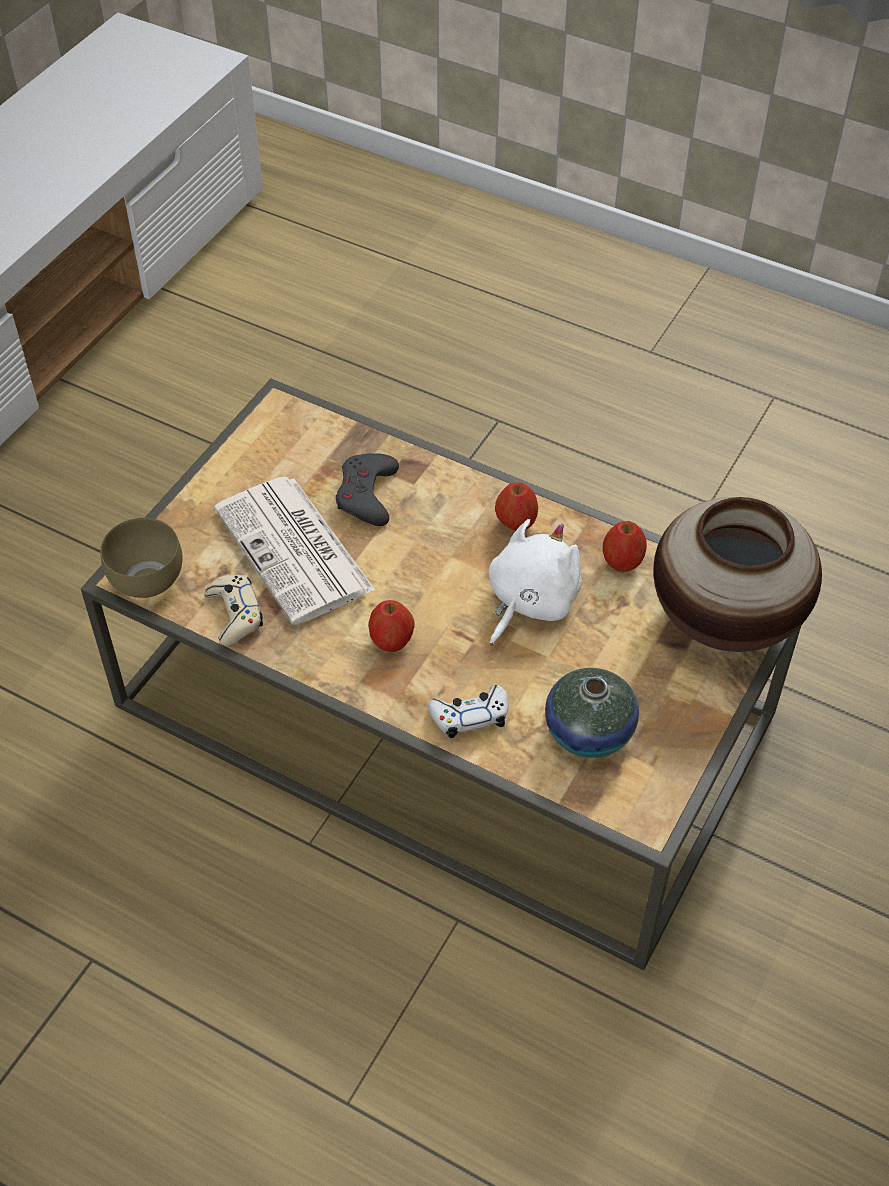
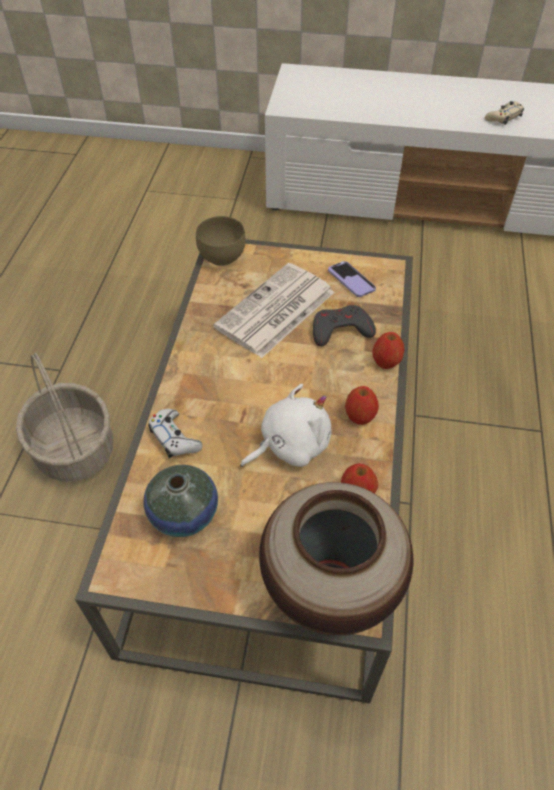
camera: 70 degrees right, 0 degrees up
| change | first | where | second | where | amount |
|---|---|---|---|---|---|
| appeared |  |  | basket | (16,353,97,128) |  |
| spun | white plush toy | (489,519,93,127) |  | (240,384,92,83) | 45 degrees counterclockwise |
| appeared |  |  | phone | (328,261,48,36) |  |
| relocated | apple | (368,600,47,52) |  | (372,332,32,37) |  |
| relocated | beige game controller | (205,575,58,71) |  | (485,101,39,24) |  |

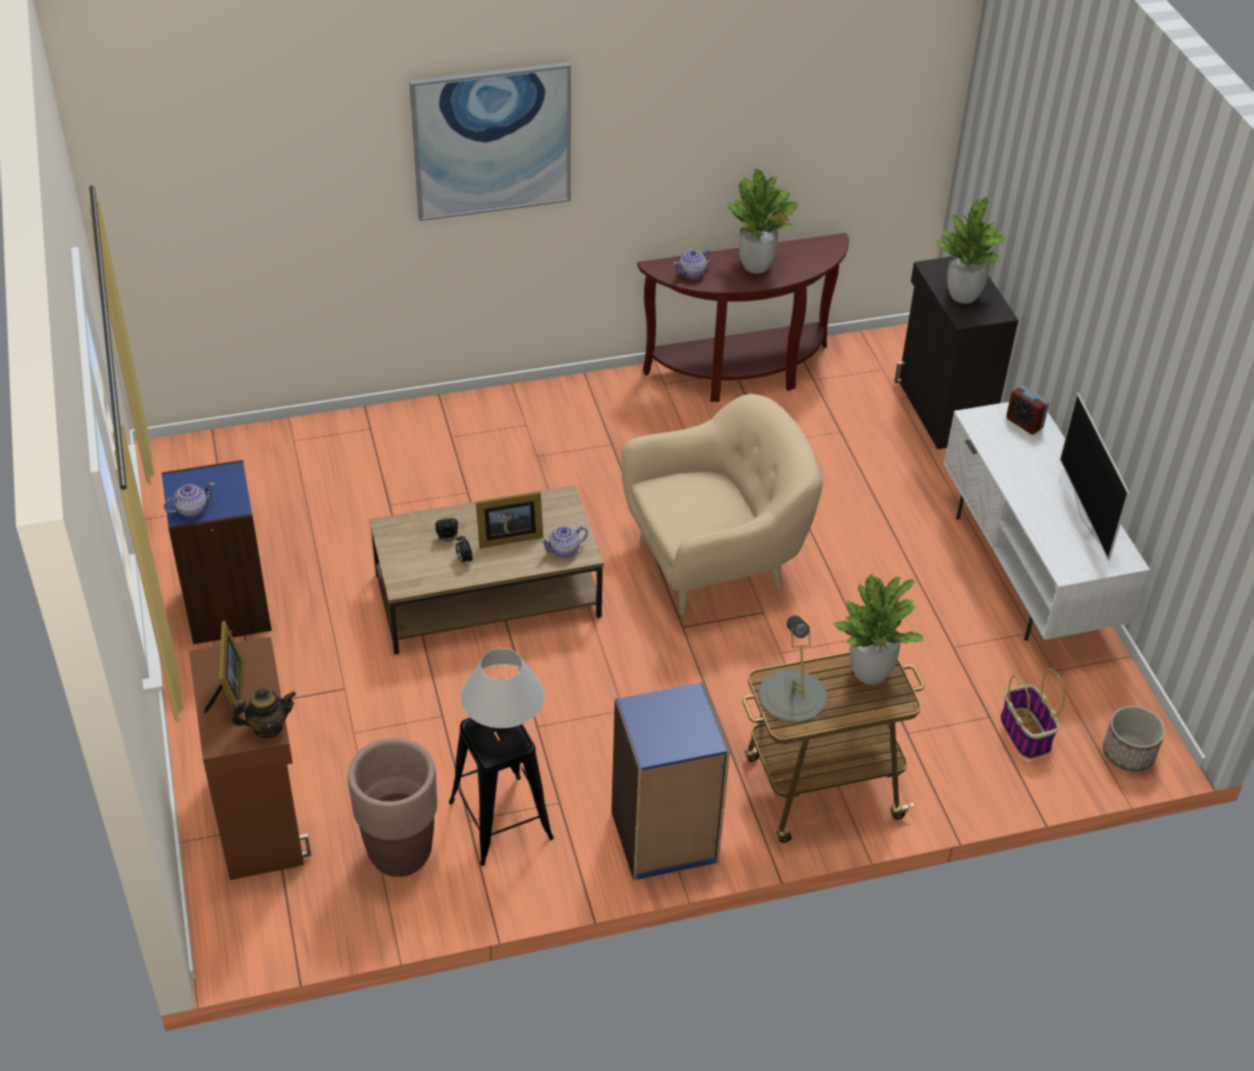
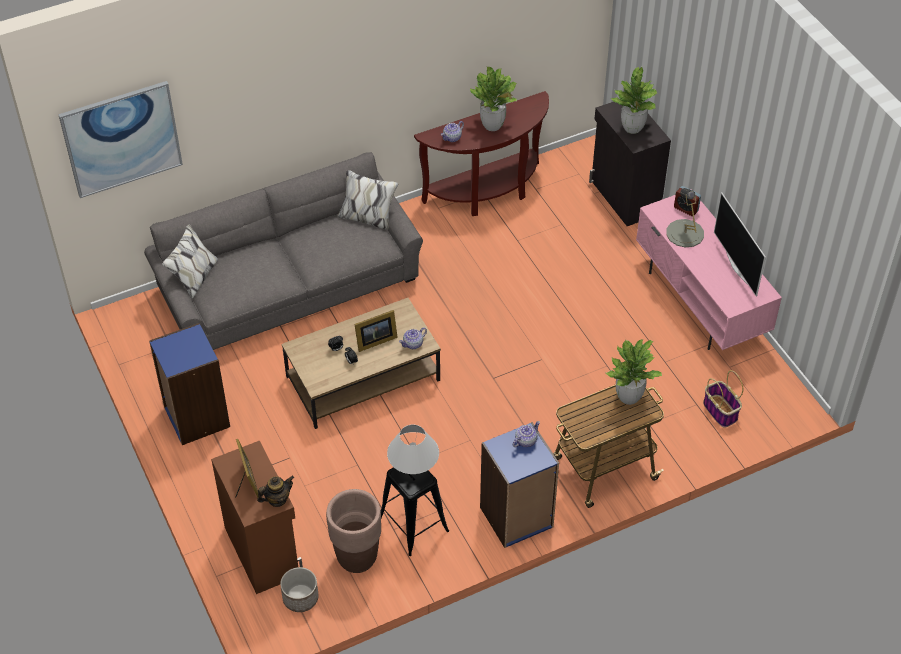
camera: 10 degrees left, 5 degrees up
| change | first | where | second | where | amount |
|---|---|---|---|---|---|
| relocated | picture | (409,62,162,159) |  | (58,81,125,117) |  |
| appeared |  |  | grey sofa | (144,152,279,198) |  |
| relocated | planter | (1103,706,62,66) |  | (280,567,39,45) |  |
| relocated | teapot | (164,482,51,35) |  | (513,421,27,26) |  |
| colour | white tv stand | (944,402,206,239) | pink tv stand | (636,189,146,161) |  |
| relocated | grey table lamp | (758,615,69,108) |  | (666,188,38,59) |  |
| missing | beige armchair | (621,394,202,220) |  |  |  |

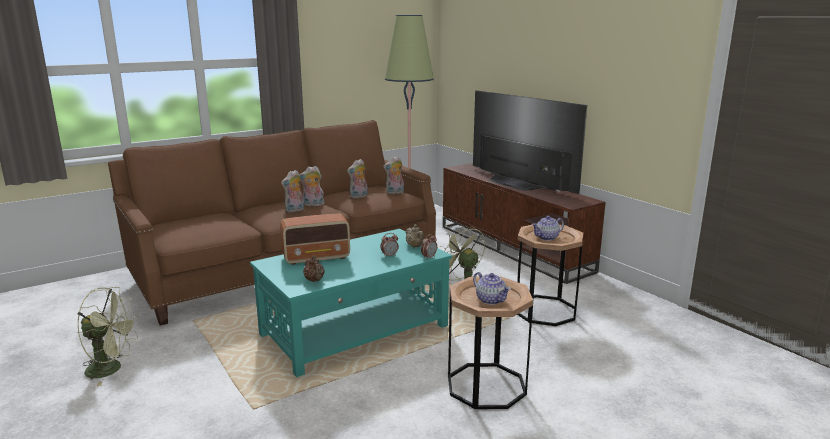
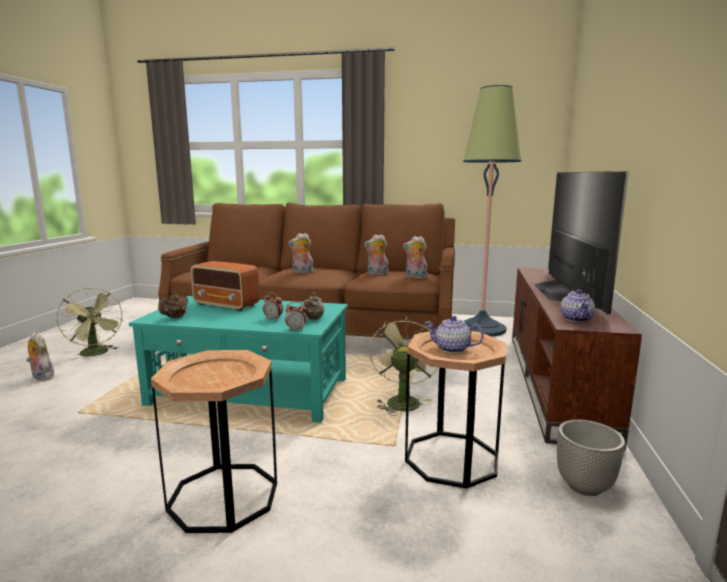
camera: 45 degrees right, 5 degrees down
| change | first | where | second | where | amount |
|---|---|---|---|---|---|
| relocated | plush toy | (299,166,25,40) |  | (26,333,28,48) |  |
| appeared |  |  | planter | (557,420,68,76) |  |
| relocated | teapot | (473,272,38,33) |  | (561,289,34,33) |  |

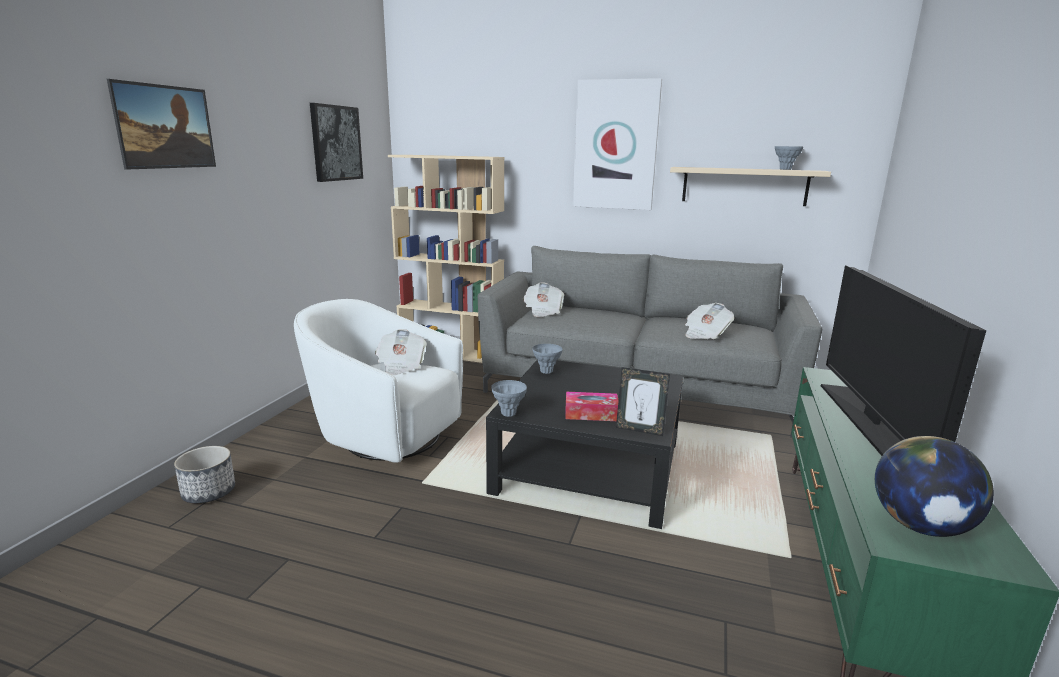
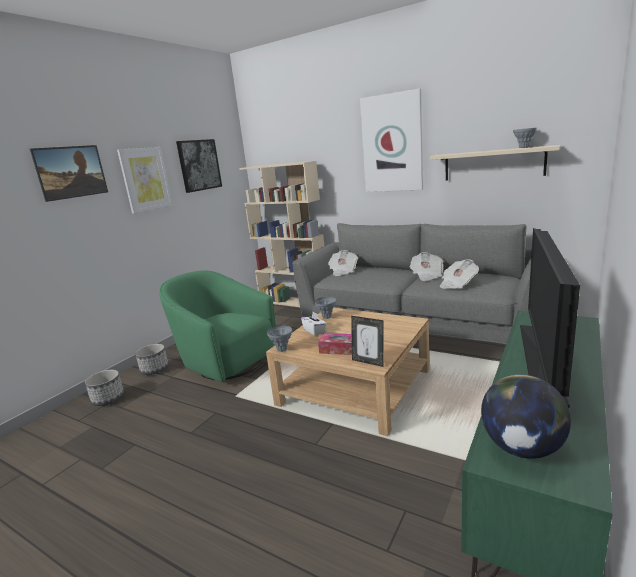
camera: 15 degrees right, 0 degrees up
| change | first | where | second | where | amount |
|---|---|---|---|---|---|
| appeared |  |  | picture | (117,147,56,66) |  |
| appeared |  |  | planter | (135,344,33,31) |  |
| colour | white armchair | (294,299,169,164) | green armchair | (159,270,117,112) |  |
| colour | black coffee table | (486,359,197,170) | beige coffee table | (266,308,164,128) |  |
| appeared |  |  | white tissue box | (301,312,26,23) |  |
| relocated | newspaper | (375,329,52,46) |  | (410,252,33,29) |  |

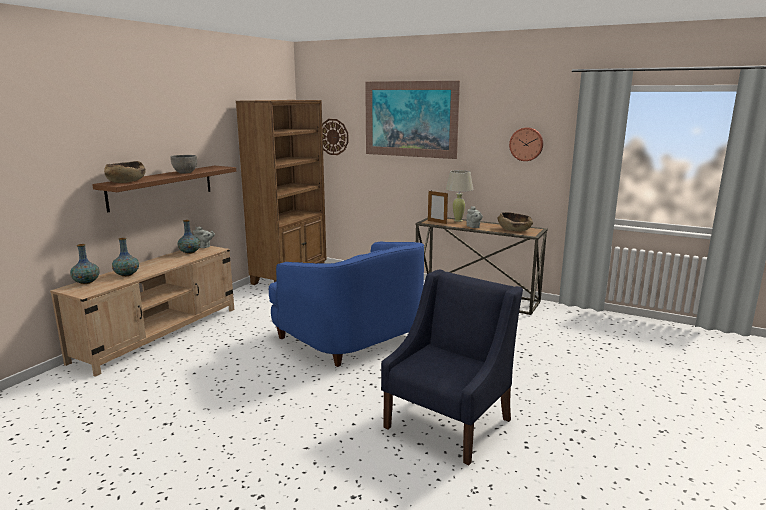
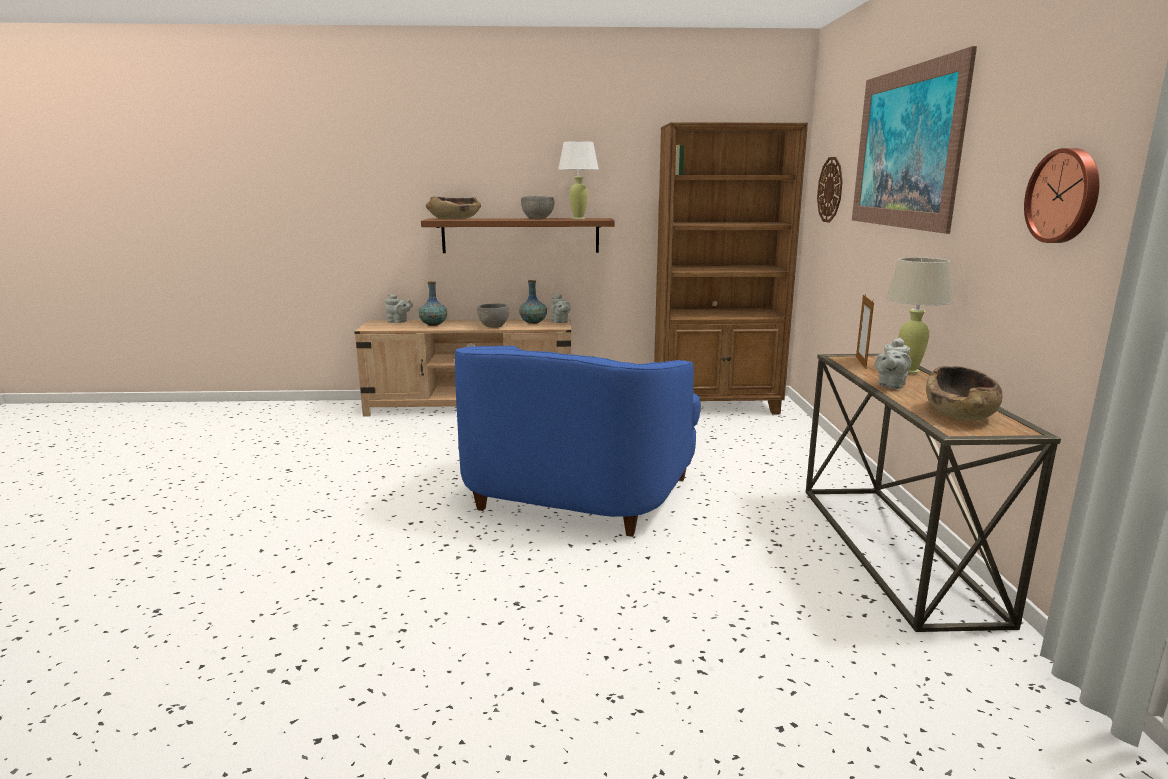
camera: 60 degrees right, 0 degrees up
| change | first | where | second | where | amount |
|---|---|---|---|---|---|
| exchanged | vase | (70,244,30,40) | grey teapot | (385,294,28,29) |  |
| appeared |  |  | grey bowl | (477,303,32,25) |  |
| appeared |  |  | white table lamp | (558,141,41,78) |  |
| missing | blue armchair | (381,270,142,195) |  |  |  |

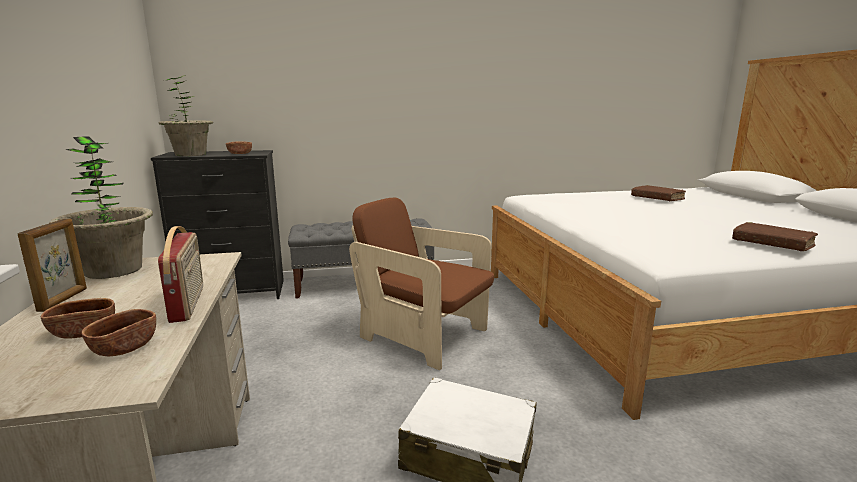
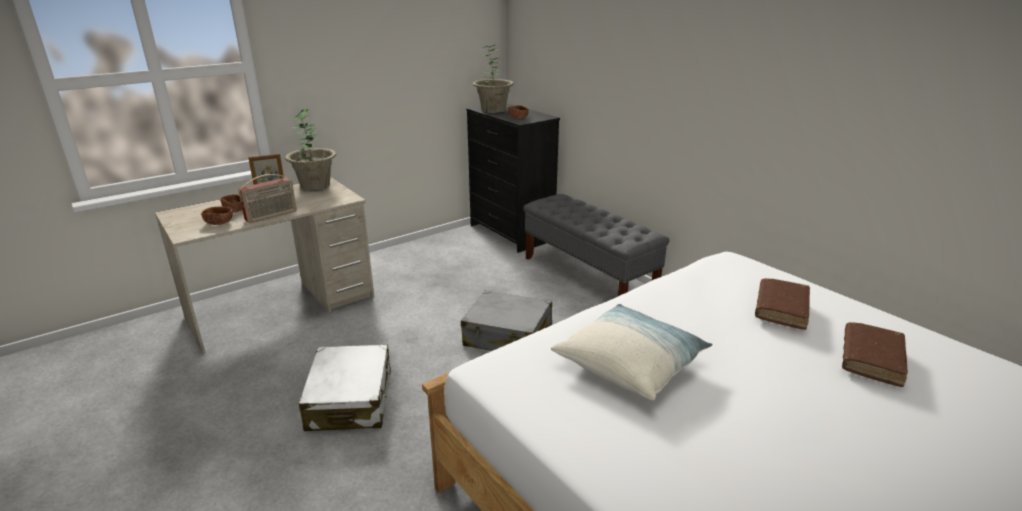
camera: 65 degrees right, 10 degrees up
| change | first | where | second | where | amount |
|---|---|---|---|---|---|
| exchanged | brown armchair | (349,198,145,172) | grey suitcase | (461,291,91,60) |  |
| appeared |  |  | pillow | (551,304,161,96) |  |
| relocated | brown book | (732,222,86,29) |  | (755,279,55,51) |  |

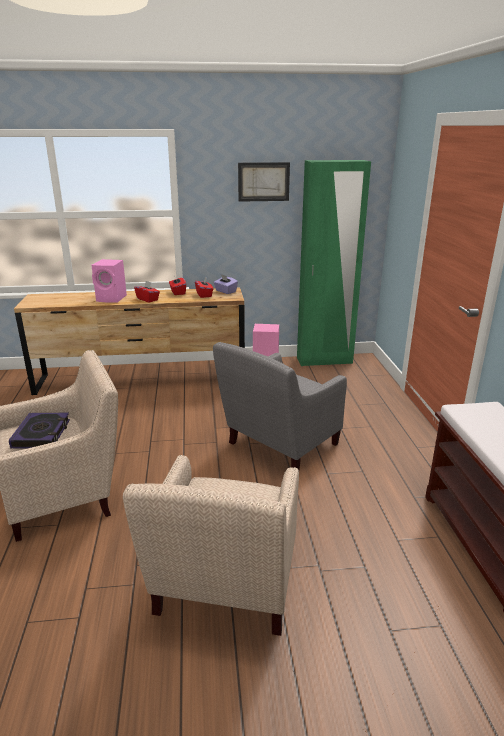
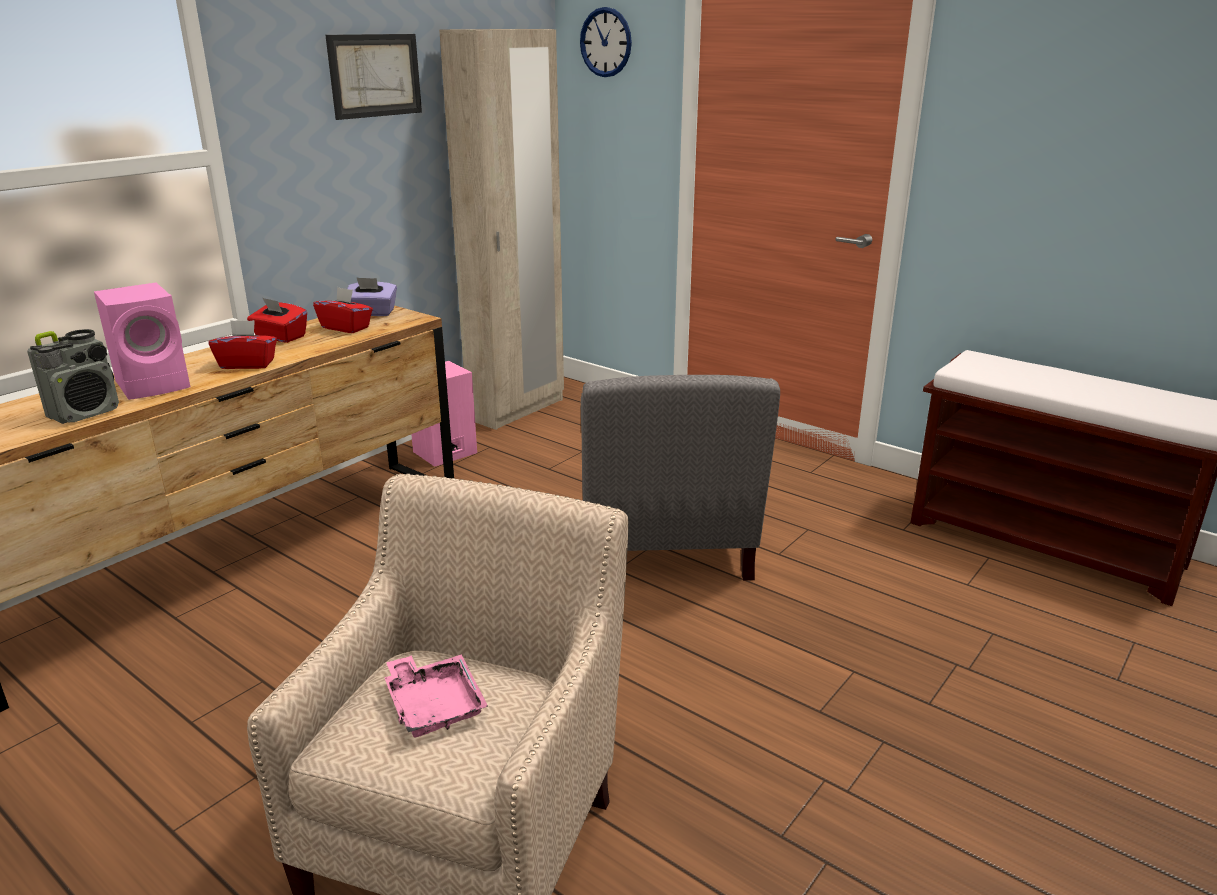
camera: 45 degrees left, 0 degrees up
| change | first | where | second | where | amount |
|---|---|---|---|---|---|
| appeared |  |  | radio | (27,329,92,95) |  |
| exchanged | book | (9,413,61,36) | pink tray | (384,655,104,83) |  |
| colour | green wardrobe | (297,160,74,206) | beige wardrobe | (439,29,125,401) |  |
| appeared |  |  | wall clock | (580,7,52,70) |  |
| missing | beige armchair | (123,455,176,181) |  |  |  |

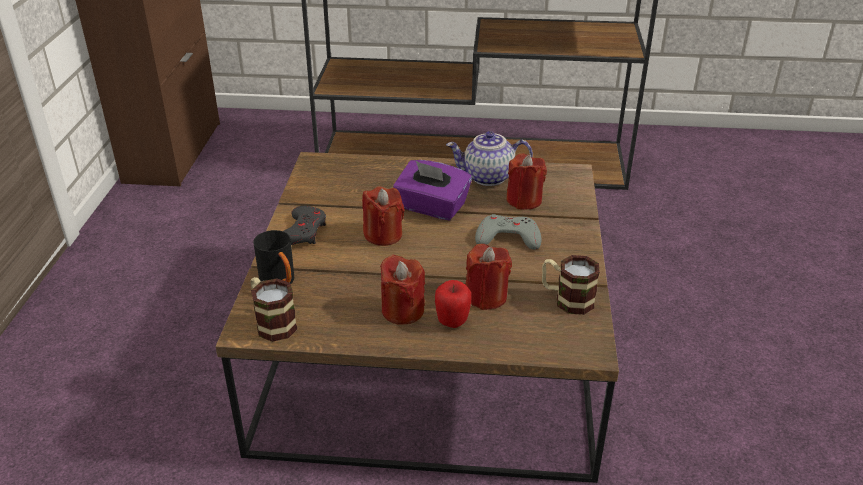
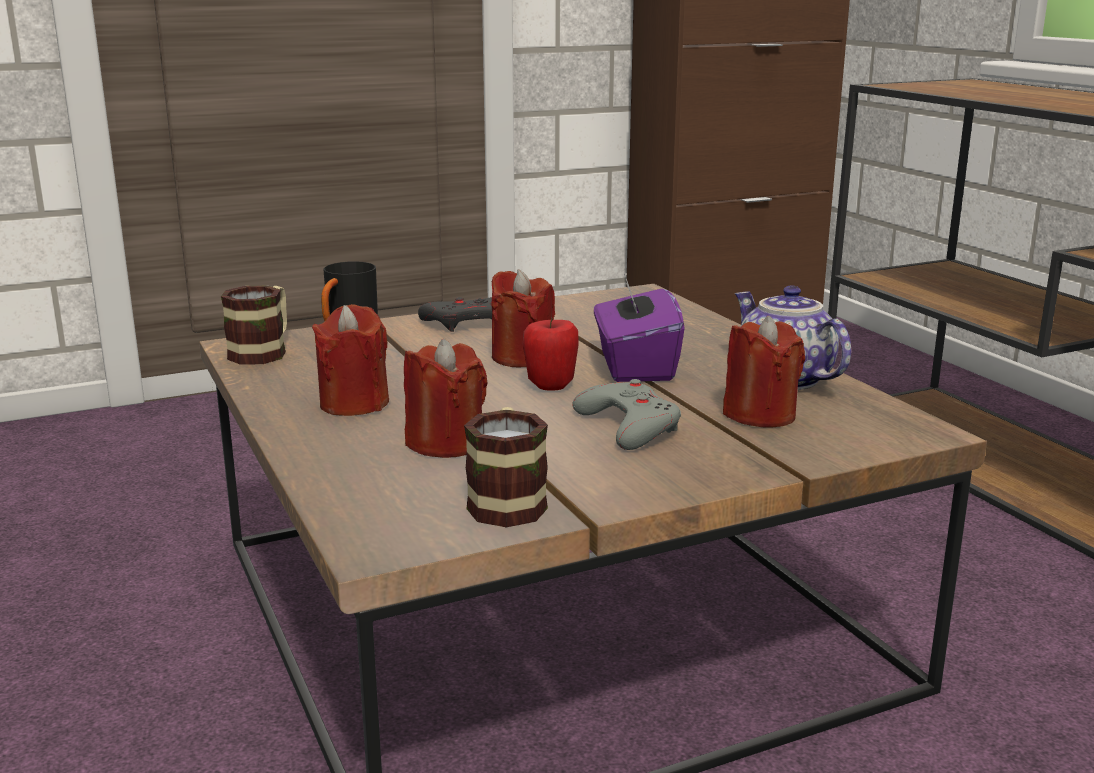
camera: 60 degrees right, 15 degrees down
| change | first | where | second | where | amount |
|---|---|---|---|---|---|
| relocated | apple | (435,280,36,48) |  | (523,318,56,73) |  |

